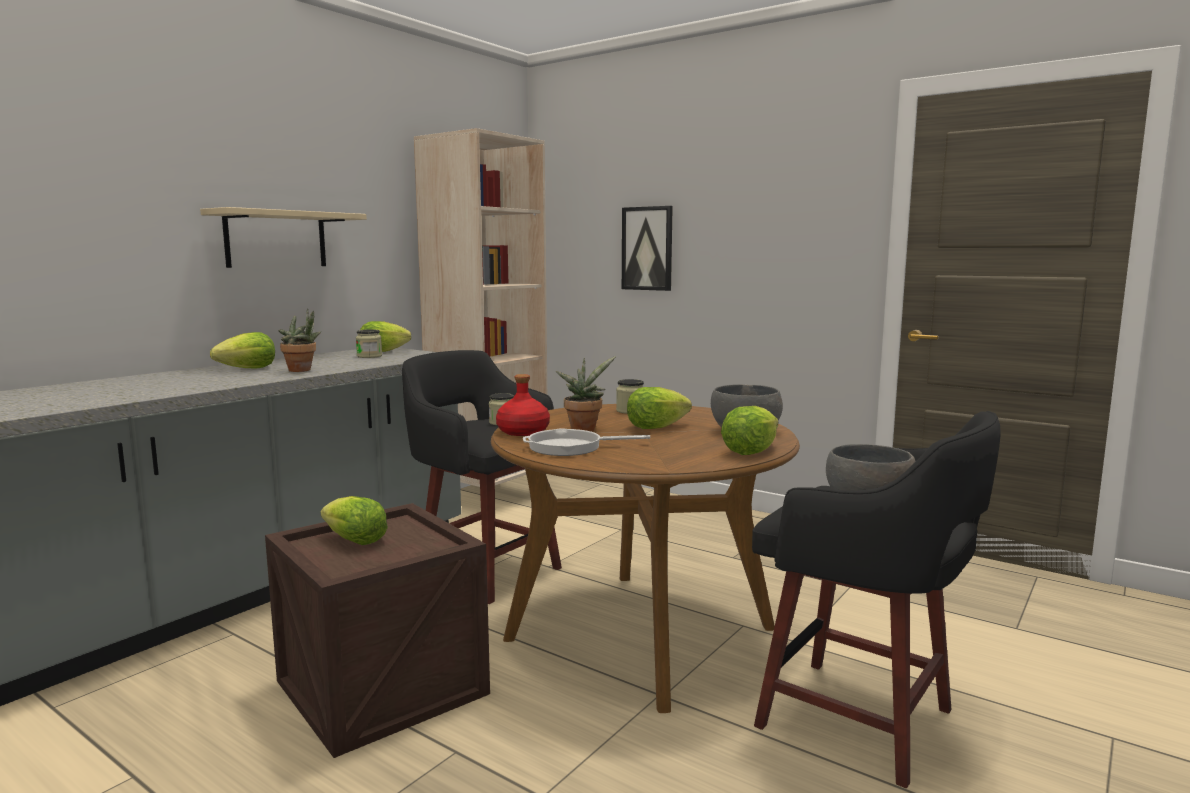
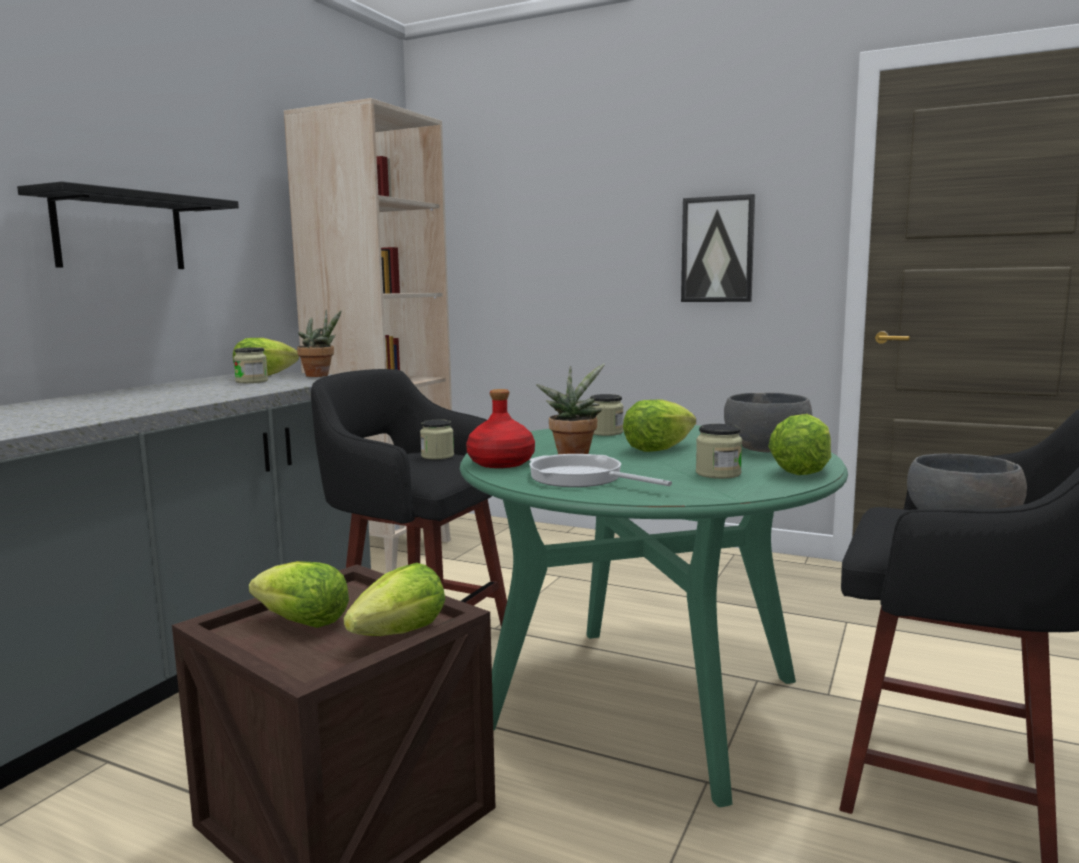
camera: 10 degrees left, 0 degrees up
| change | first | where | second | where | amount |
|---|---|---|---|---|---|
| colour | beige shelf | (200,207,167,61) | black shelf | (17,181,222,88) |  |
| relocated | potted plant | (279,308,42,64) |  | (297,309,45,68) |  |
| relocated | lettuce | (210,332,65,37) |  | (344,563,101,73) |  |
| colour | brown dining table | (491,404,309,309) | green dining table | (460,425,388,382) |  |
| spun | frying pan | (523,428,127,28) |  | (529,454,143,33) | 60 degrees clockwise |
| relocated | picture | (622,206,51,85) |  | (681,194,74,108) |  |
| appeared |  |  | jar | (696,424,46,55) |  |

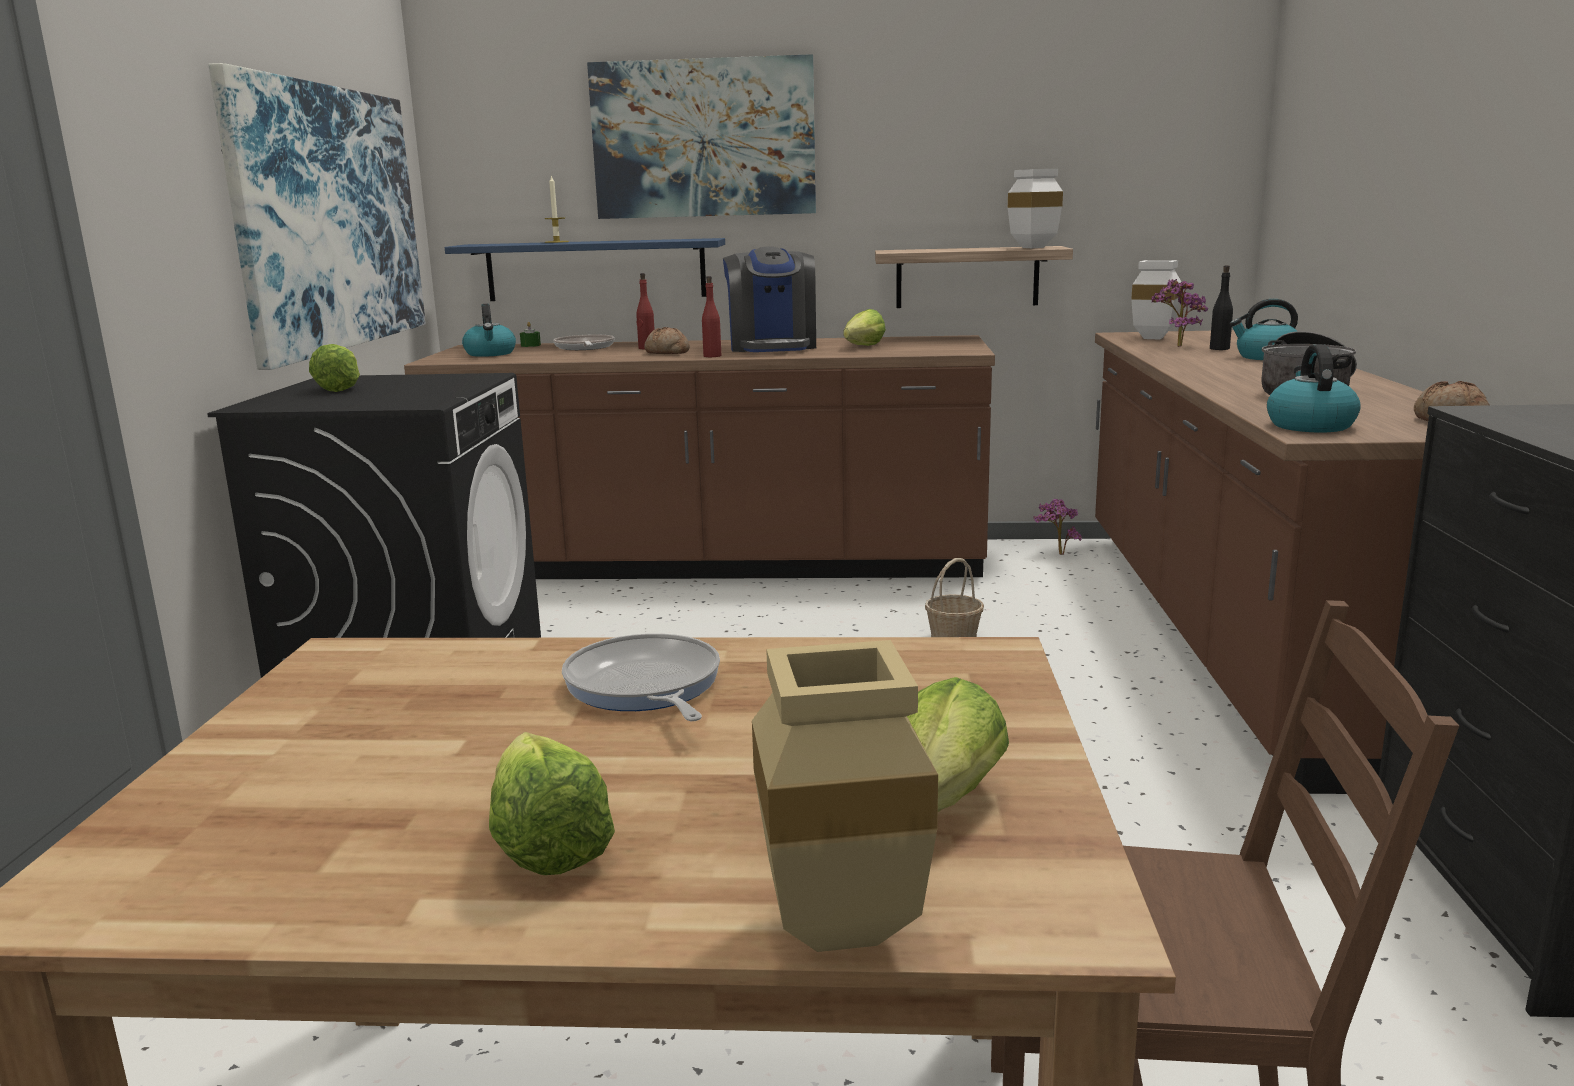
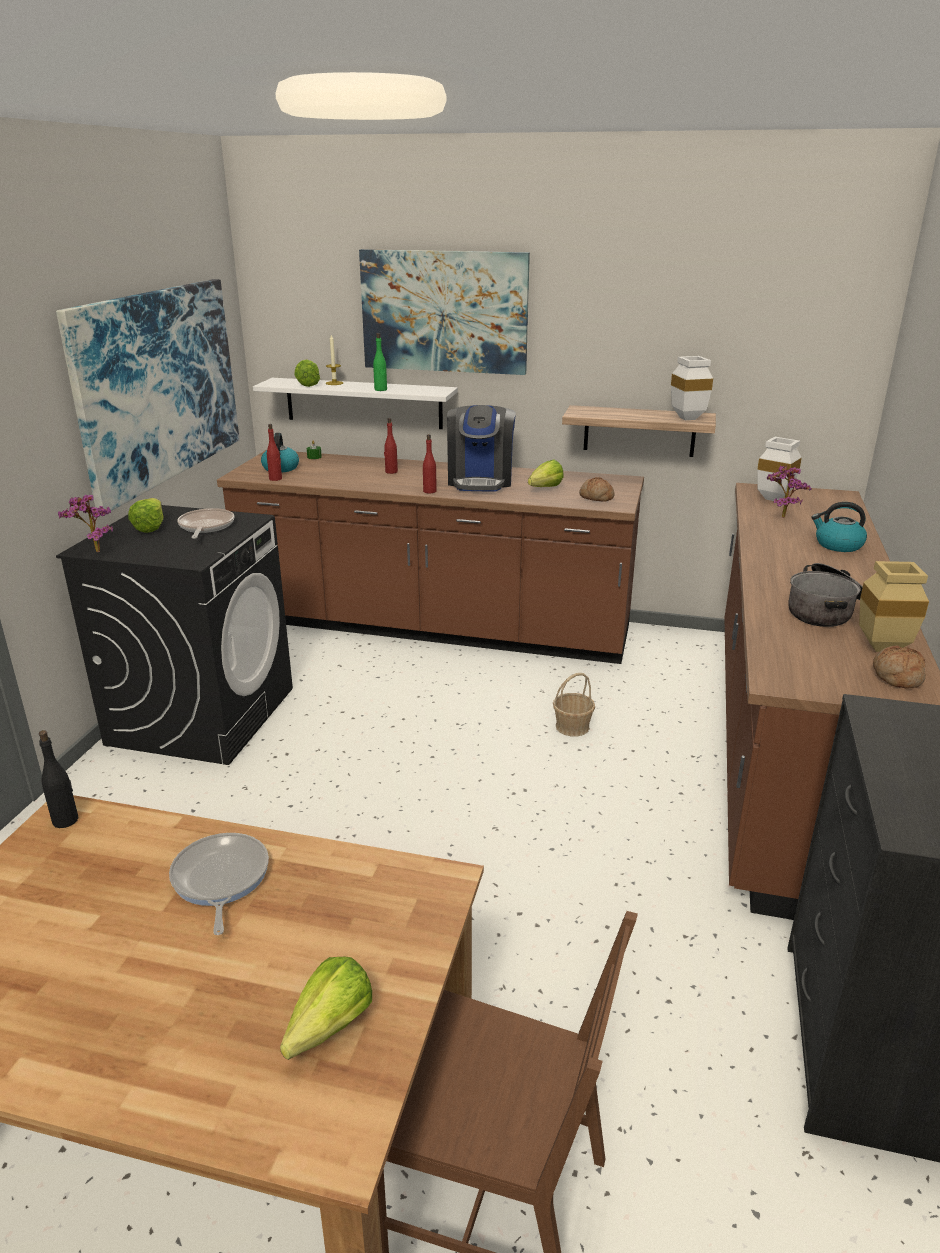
camera: 10 degrees right, 10 degrees up
| change | first | where | second | where | amount |
|---|---|---|---|---|---|
| relocated | black bottle | (1210,265,23,85) |  | (39,730,39,98) |  |
| relocated | potted plant | (1033,499,49,56) |  | (58,495,55,57) |  |
| relocated | frying pan | (554,335,61,15) |  | (177,508,57,31) |  |
| colour | blue shelf | (445,238,280,63) | white shelf | (253,378,205,51) |  |
| appeared |  |  | red bottle | (267,424,15,57) |  |
| relocated | lettuce | (489,732,126,143) |  | (294,359,26,28) |  |
| appeared |  |  | green bottle | (373,333,14,58) |  |
| relocated | bread | (644,327,46,27) |  | (579,477,36,24) |  |
| relocated | beige vase | (752,640,186,312) |  | (859,561,70,91) |  |
| missing | kettle | (1267,344,94,89) |  |  |  |

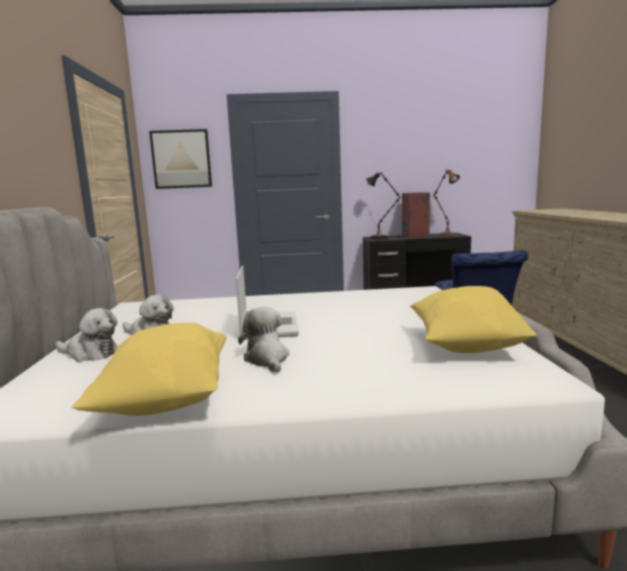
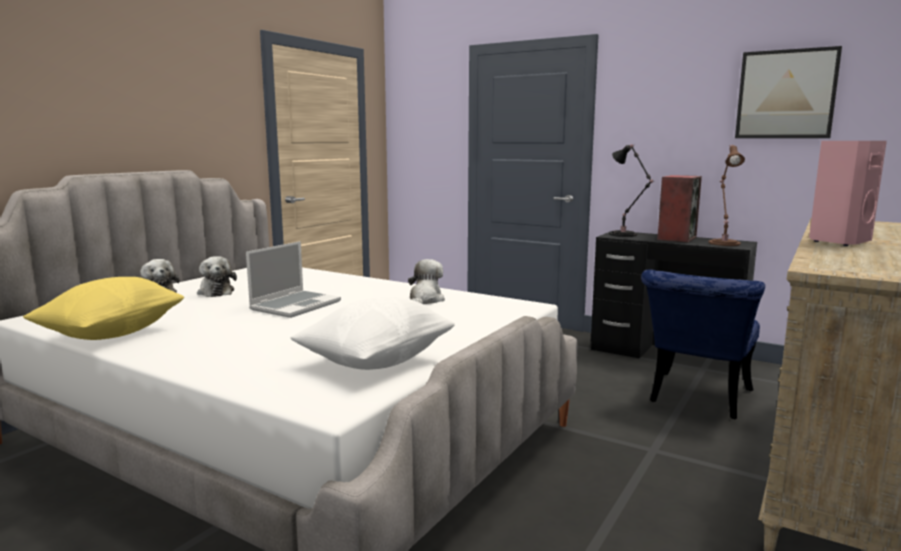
camera: 35 degrees right, 0 degrees up
| change | first | where | second | where | amount |
|---|---|---|---|---|---|
| colour | yellow pillow | (410,286,127,67) | white pillow | (290,297,165,73) |  |
| relocated | plush toy | (238,307,52,66) |  | (408,259,37,45) |  |
| relocated | picture | (149,129,63,60) |  | (735,46,107,92) |  |
| appeared |  |  | pink speaker | (809,141,78,105) |  |

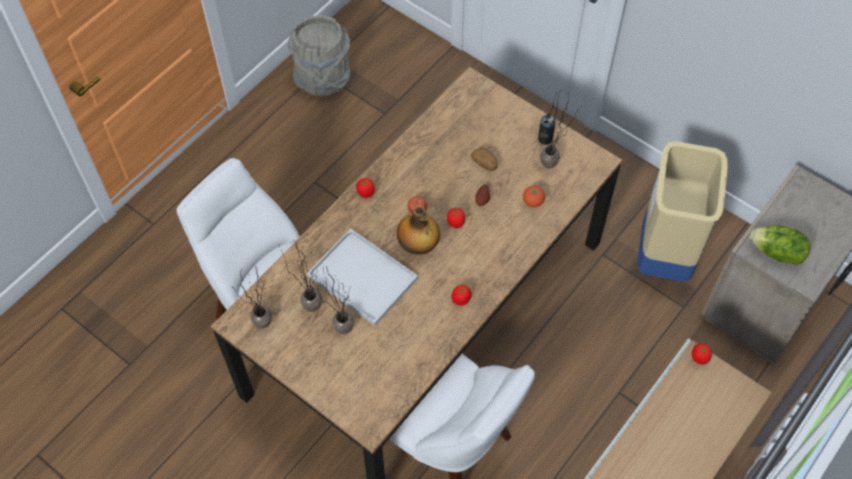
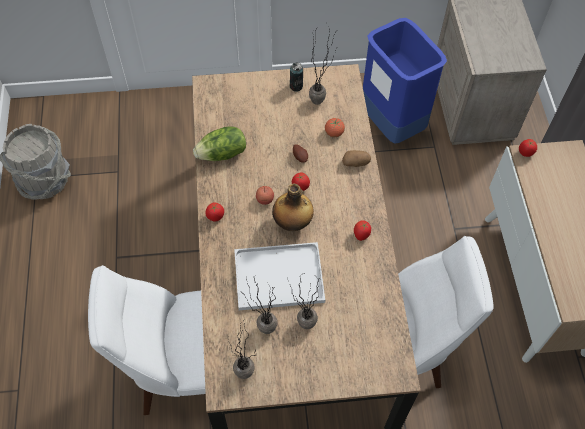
camera: 45 degrees left, 0 degrees up
| change | first | where | second | where | amount |
|---|---|---|---|---|---|
| relocated | lettuce | (750,225,61,40) |  | (193,126,53,35) |  |
| relocated | potato | (471,148,27,23) |  | (342,150,29,17) |  |
| colour | beige trash can | (638,141,90,140) | blue trash can | (363,18,84,126) |  |

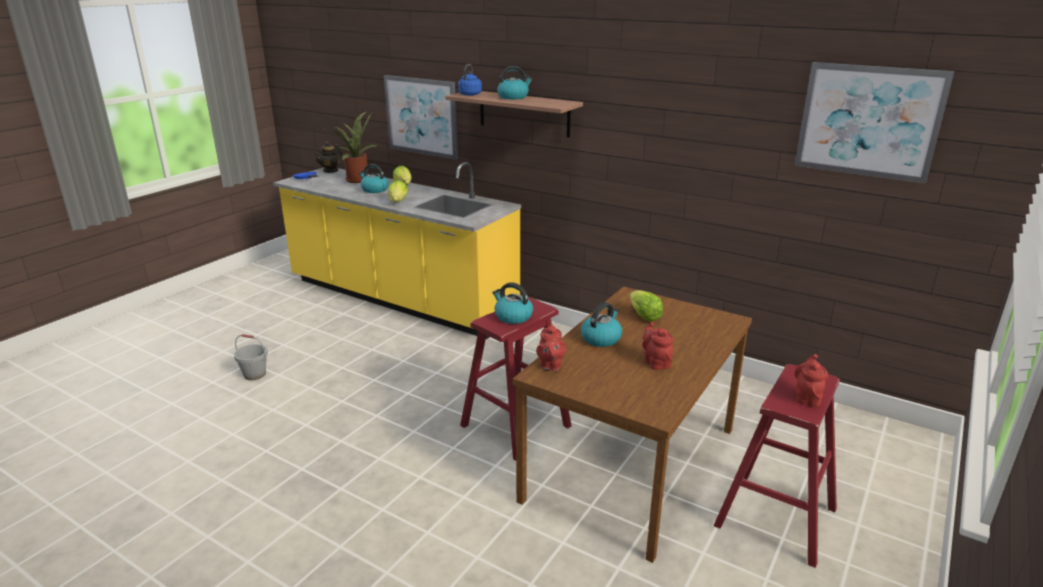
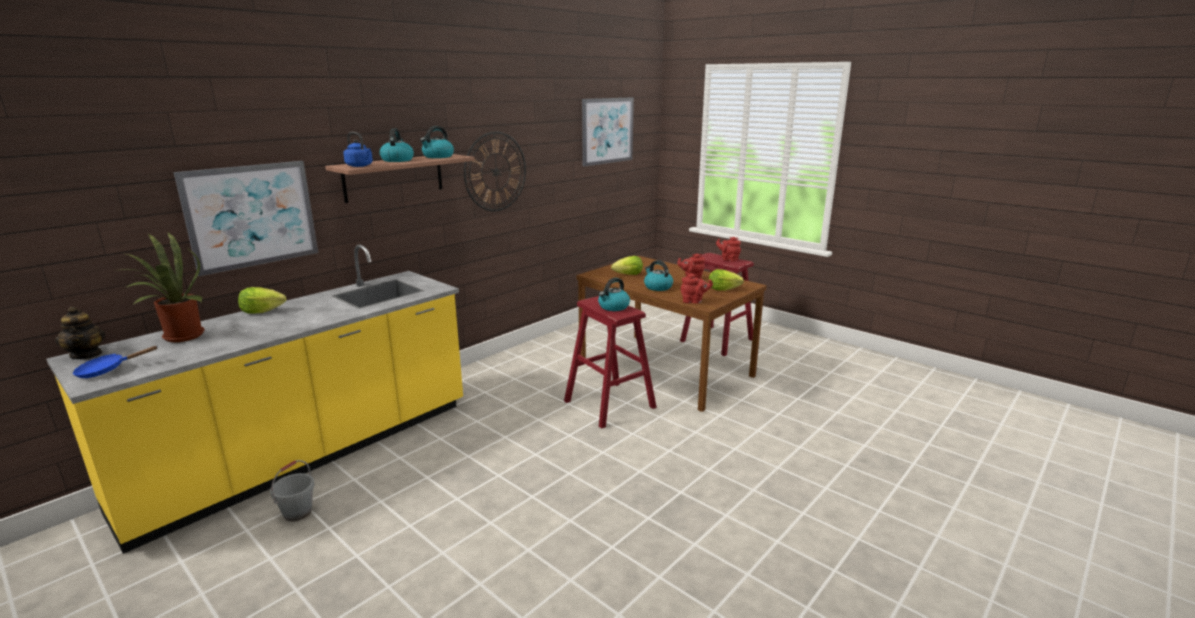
camera: 80 degrees left, 5 degrees down
| change | first | where | second | where | amount |
|---|---|---|---|---|---|
| relocated | grey bucket | (234,334,34,46) |  | (270,460,45,61) |  |
| relocated | kettle | (359,164,30,29) |  | (420,126,34,32) |  |
| appeared |  |  | wall clock | (464,131,62,80) |  |
| relocated | lettuce | (388,180,20,22) |  | (709,269,35,22) |  |

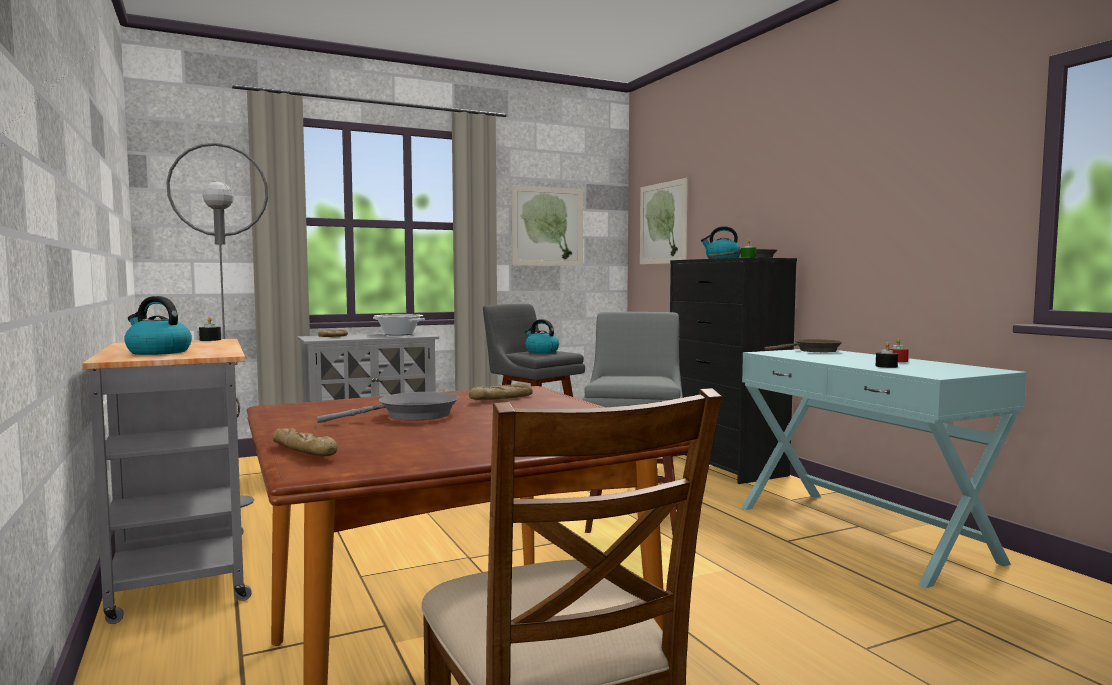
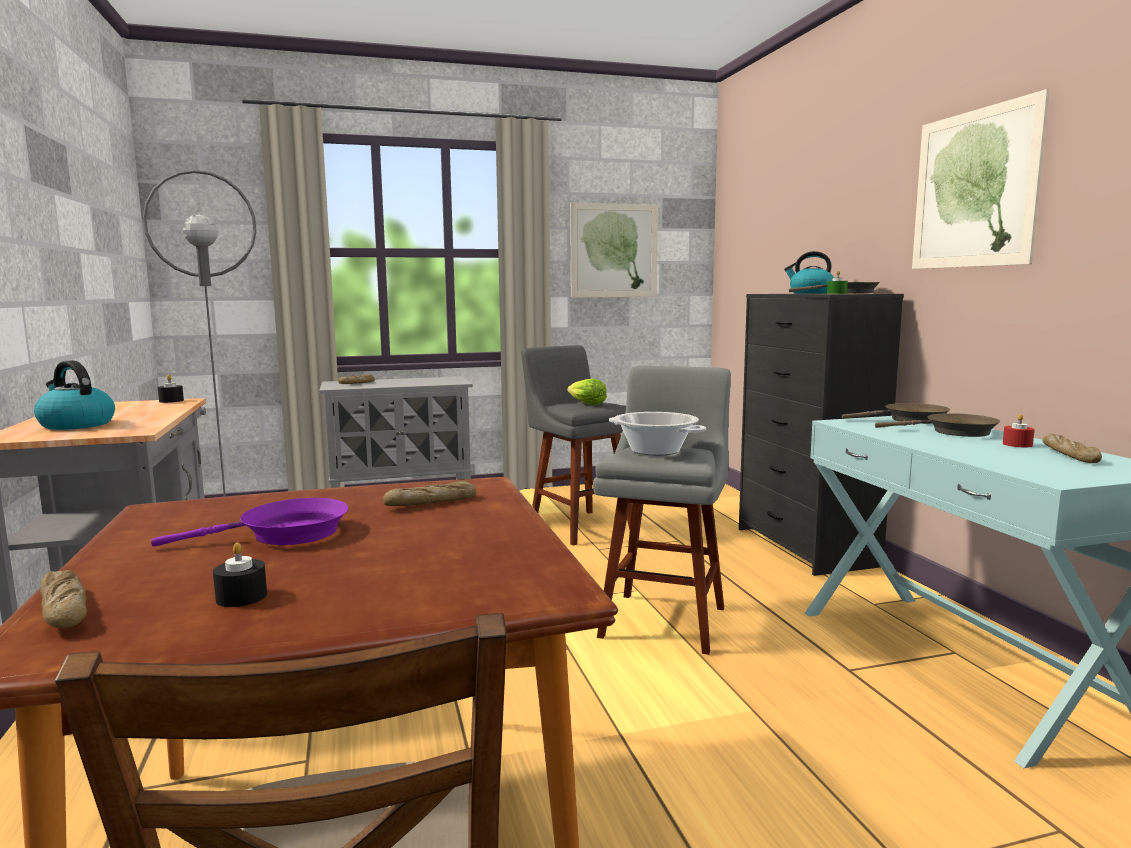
camera: 10 degrees right, 5 degrees up
| change | first | where | second | where | amount |
|---|---|---|---|---|---|
| colour | grey frying pan | (316,392,143,31) | purple frying pan | (151,498,197,48) |  |
| relocated | black candle | (876,342,22,26) |  | (213,542,54,65) |  |
| exchanged | kettle | (525,319,34,34) | lettuce | (567,379,40,26) |  |
| relocated | cooking pot | (373,314,52,22) |  | (609,412,97,44) |  |
| appeared |  |  | brown frying pan | (875,413,125,24) |  |
| relocated | picture | (640,178,48,86) |  | (912,89,138,180) |  |
| appeared |  |  | bread | (1043,433,59,30) |  |

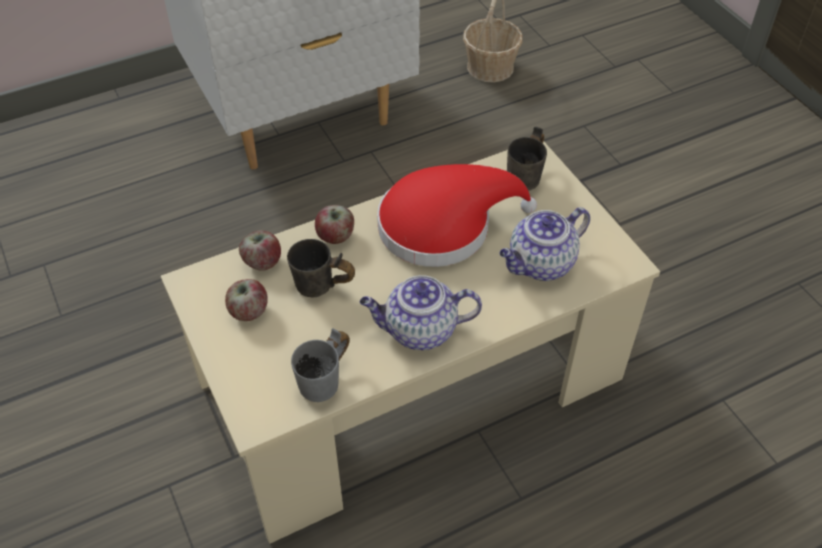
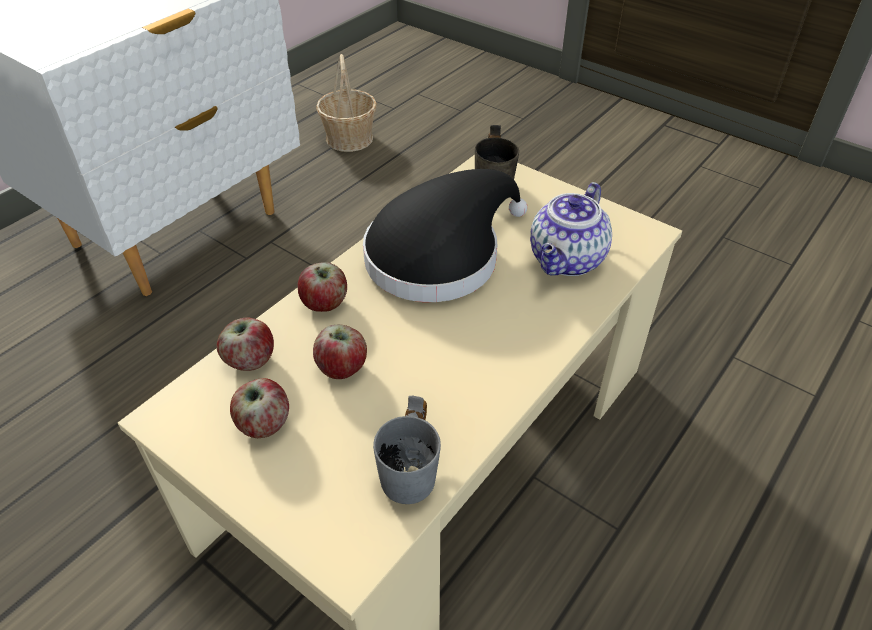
camera: 25 degrees left, 5 degrees down
| change | first | where | second | where | amount |
|---|---|---|---|---|---|
| exchanged | grey mug | (287,239,68,59) | apple | (313,324,54,55) |  |
| colour | red hat | (377,164,160,103) | black hat | (363,169,164,133) |  |
| missing | teapot | (360,275,122,75) |  |  |  |

